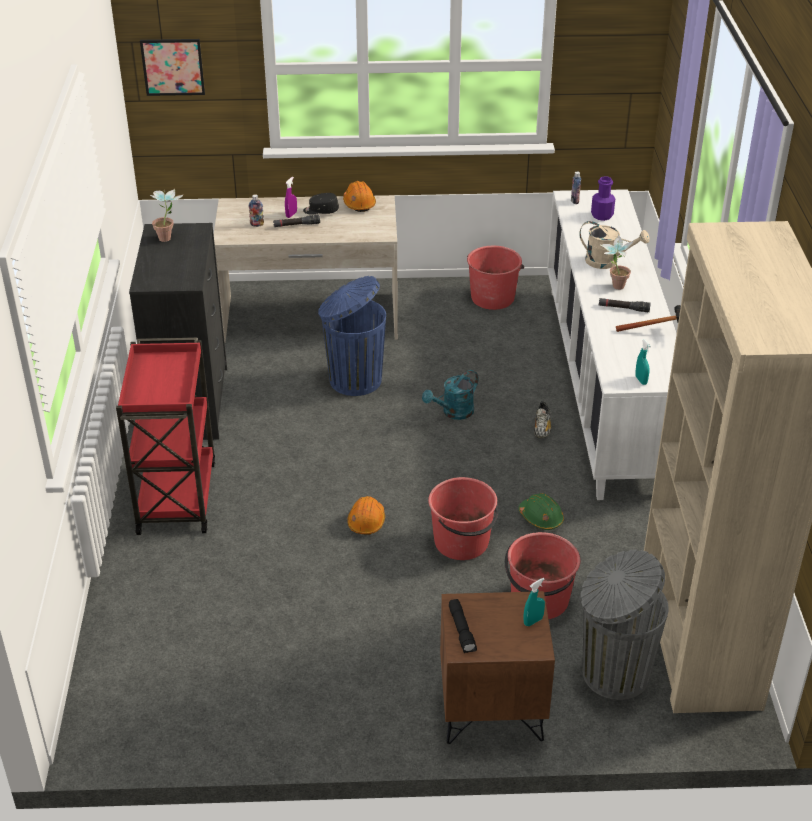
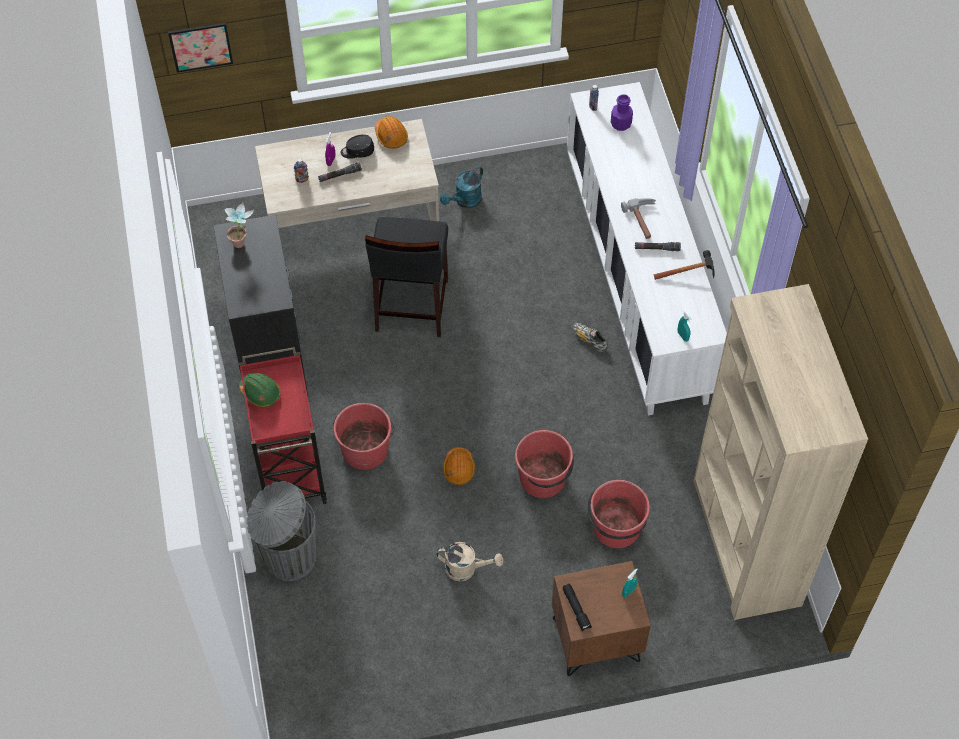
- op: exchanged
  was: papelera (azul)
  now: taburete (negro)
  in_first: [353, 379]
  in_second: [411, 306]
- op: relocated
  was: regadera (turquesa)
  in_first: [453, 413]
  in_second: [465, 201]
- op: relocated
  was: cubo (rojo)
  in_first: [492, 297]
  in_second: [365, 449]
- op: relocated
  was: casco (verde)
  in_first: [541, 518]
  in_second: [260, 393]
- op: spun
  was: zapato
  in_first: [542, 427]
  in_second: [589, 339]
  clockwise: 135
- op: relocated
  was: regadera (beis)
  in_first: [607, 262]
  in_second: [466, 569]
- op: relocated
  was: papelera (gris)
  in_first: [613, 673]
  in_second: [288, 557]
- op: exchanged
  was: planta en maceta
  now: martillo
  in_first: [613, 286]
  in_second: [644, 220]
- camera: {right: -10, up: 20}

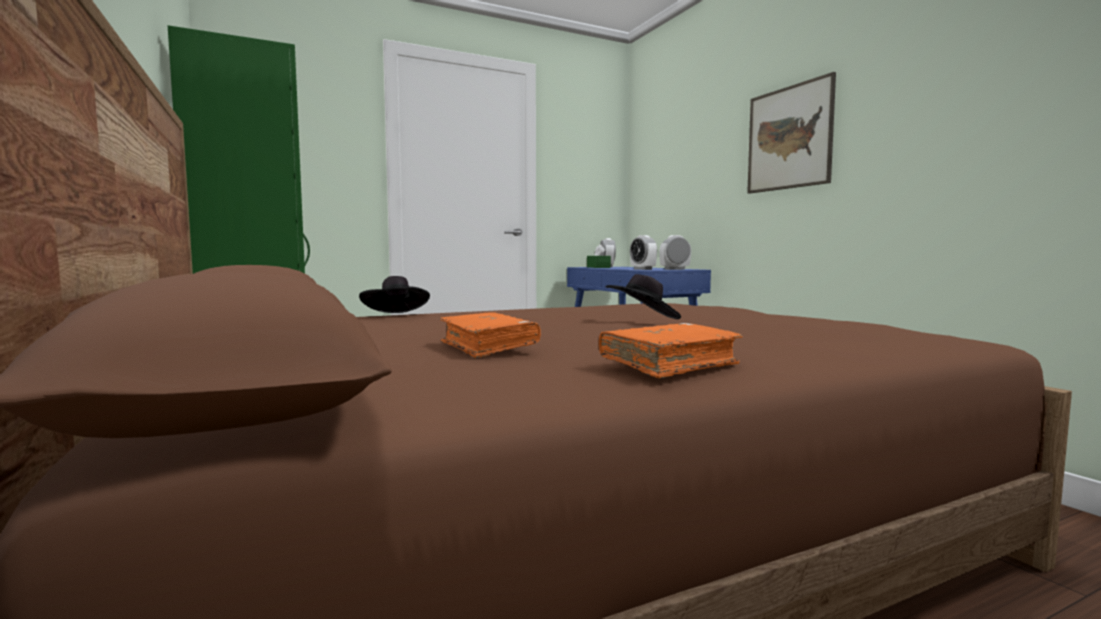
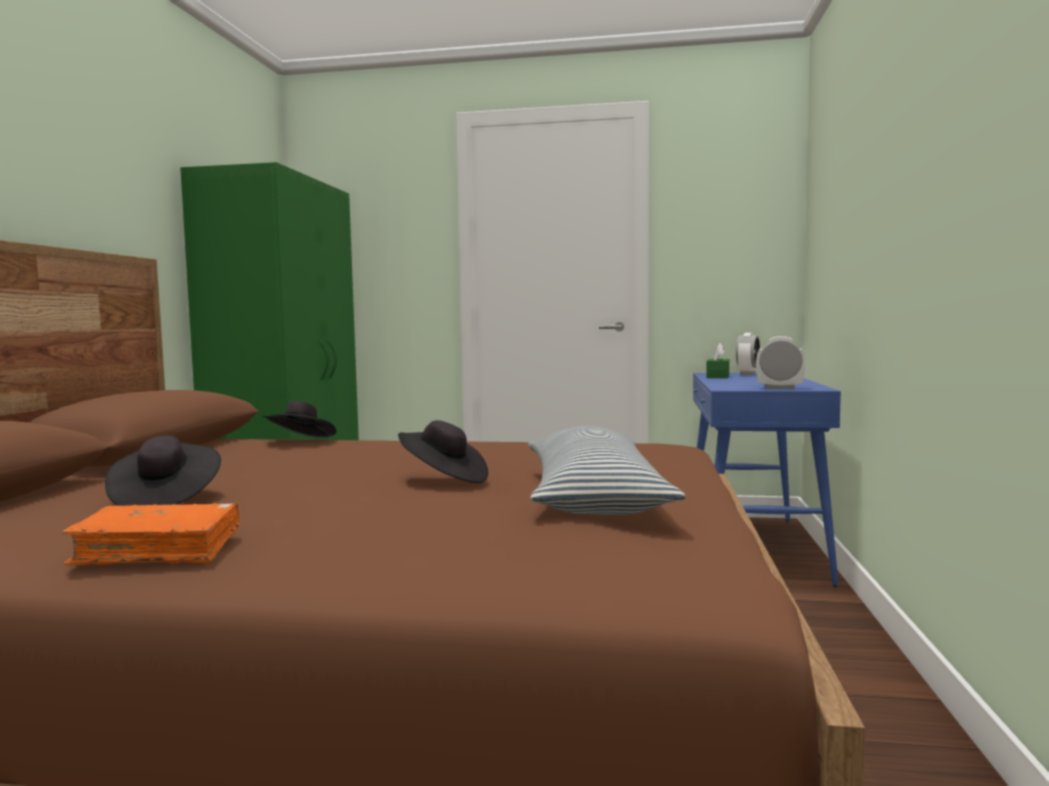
- op: exchanged
  was: libro (naranja)
  now: sombrero (negro)
  in_first: [488, 347]
  in_second: [165, 499]
- op: missing
  was: despertador
  in_first: [643, 269]
- op: missing
  was: cuadro
  in_first: [789, 138]
- op: appeared
  now: cojín
  in_second: [592, 497]
- camera: {right: 35, up: 0}

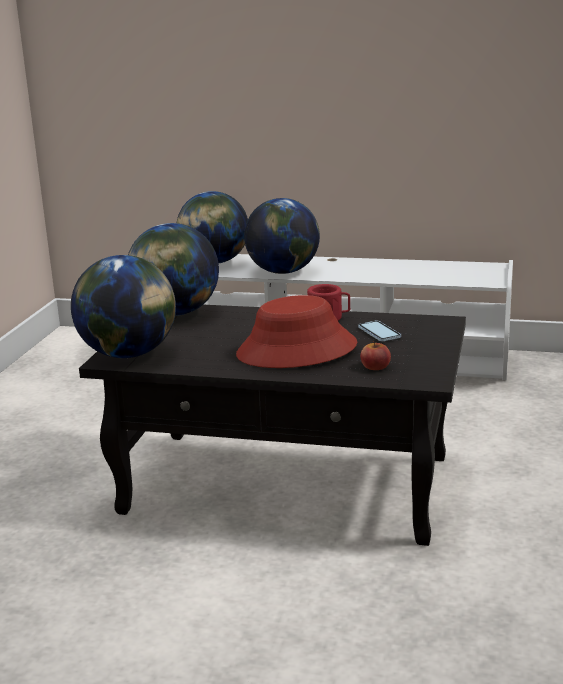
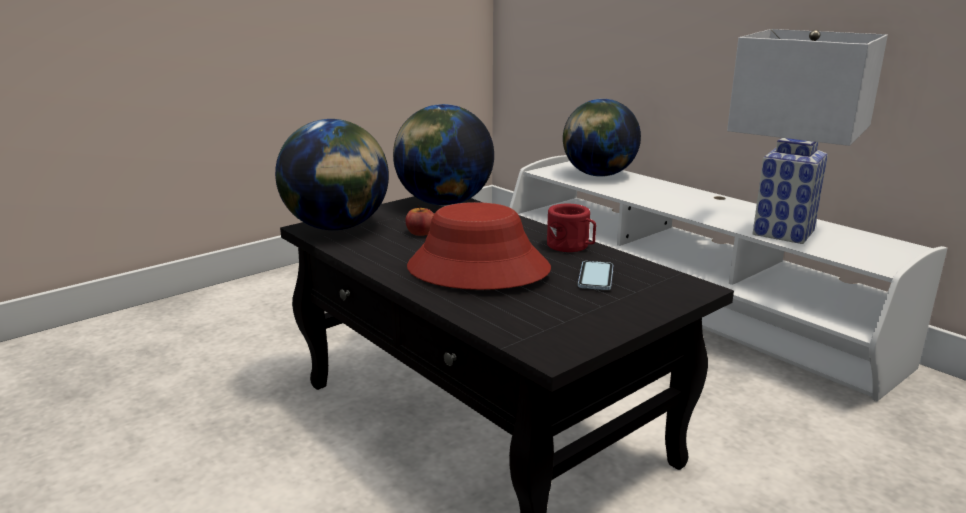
- op: missing
  was: globo terráqueo
  in_first: [283, 271]
- op: relocated
  was: manzana
  in_first: [375, 366]
  in_second: [421, 232]
- op: appeared
  now: lámpara de mesa (blanco)
  in_second: [781, 232]
- camera: {right: 35, up: 0}

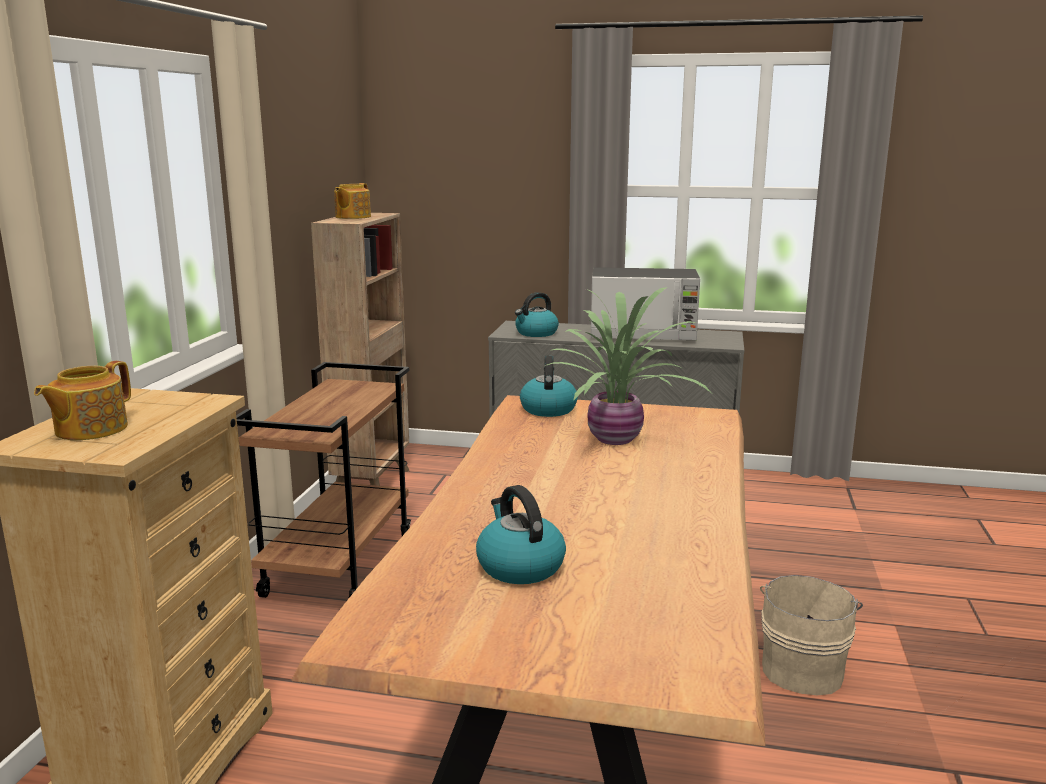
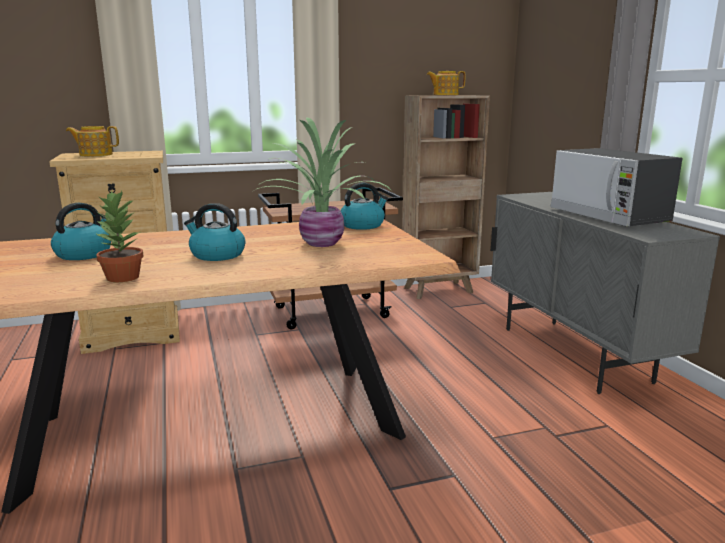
- op: relocated
  was: hervidor
  in_first: [536, 333]
  in_second: [216, 255]
- op: missing
  was: cubo (beis)
  in_first: [803, 668]
- op: appeared
  now: planta en maceta
  in_second: [122, 278]
- camera: {right: 60, up: 0}

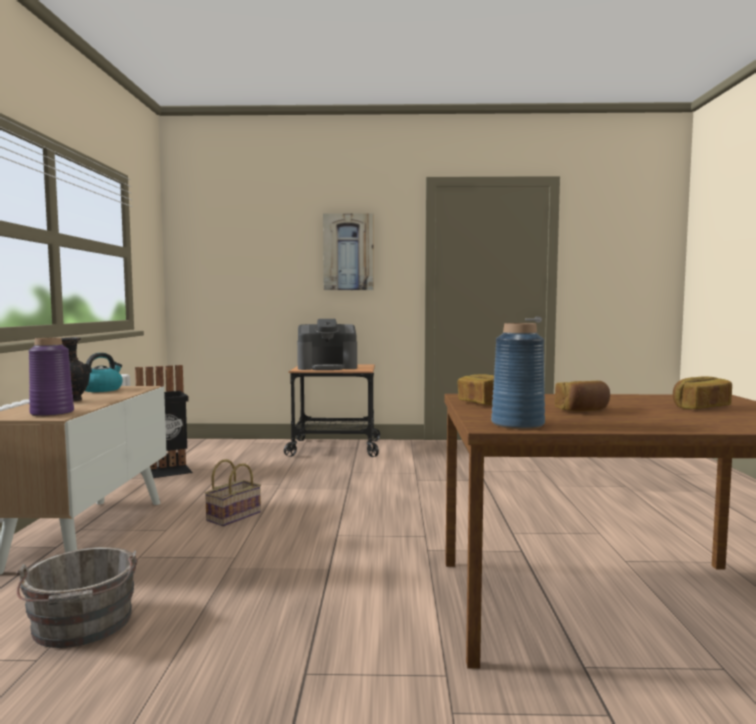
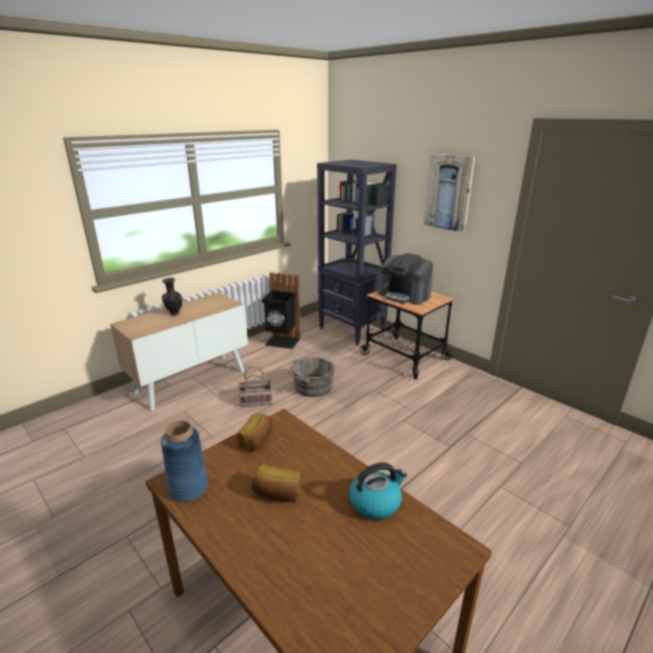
- op: relocated
  was: cubo (gris)
  in_first: [82, 625]
  in_second: [312, 388]
- op: missing
  was: florero (morado)
  in_first: [52, 413]
- op: relocated
  was: hervidor
  in_first: [102, 389]
  in_second: [375, 502]
- op: missing
  was: pan
  in_first: [700, 407]
- op: appeared
  now: estantería (negro)
  in_second: [352, 330]
- camera: {right: 45, up: 20}

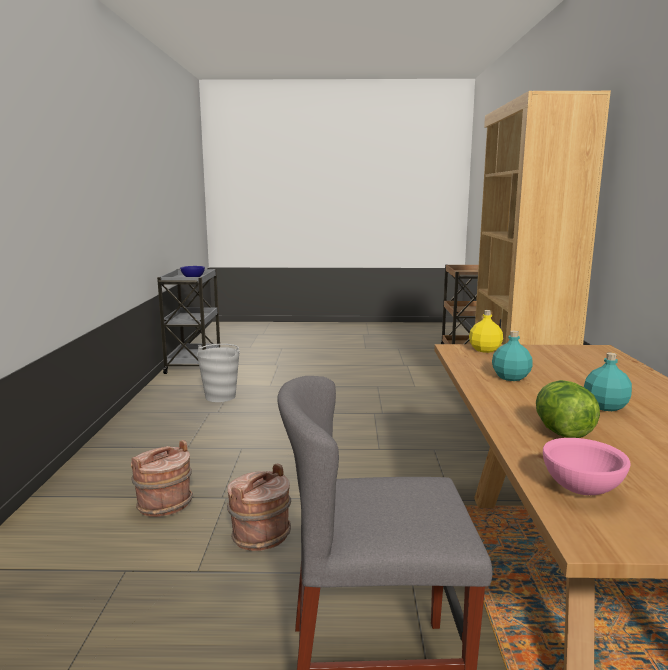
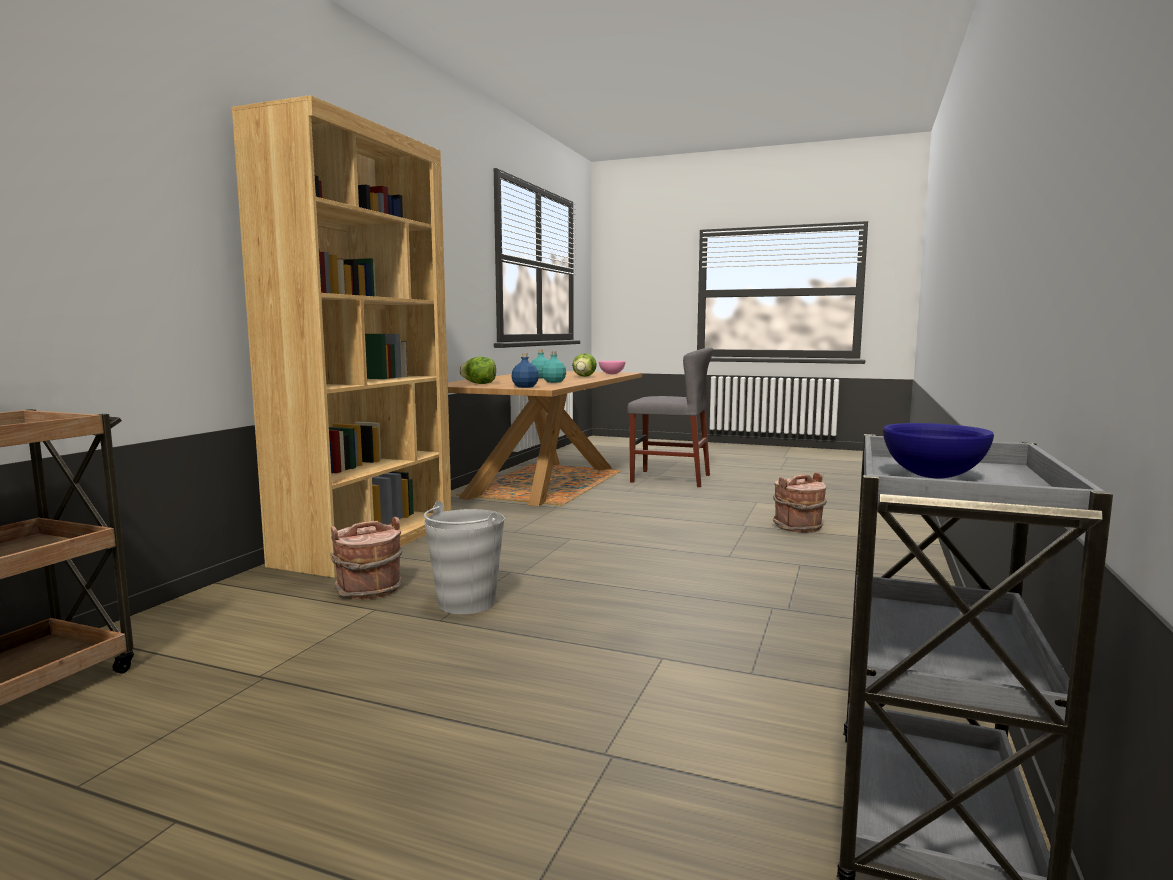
- op: relocated
  was: cubo (gris)
  in_first: [220, 396]
  in_second: [466, 603]
- op: relocated
  was: cubo (marrón)
  in_first: [260, 535]
  in_second: [369, 590]
- op: colour
  was: botella (amarillo)
  now: botella (azul)
  in_first: [484, 350]
  in_second: [525, 387]
- op: appeared
  now: lechuga
  in_second: [479, 384]
- camera: {right: -160, up: -5}

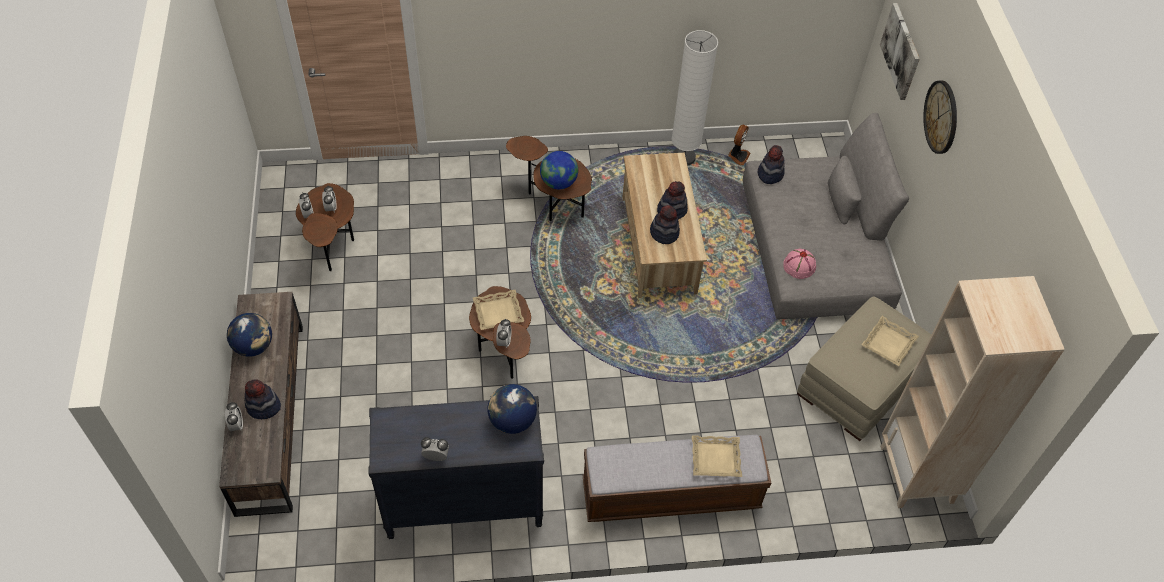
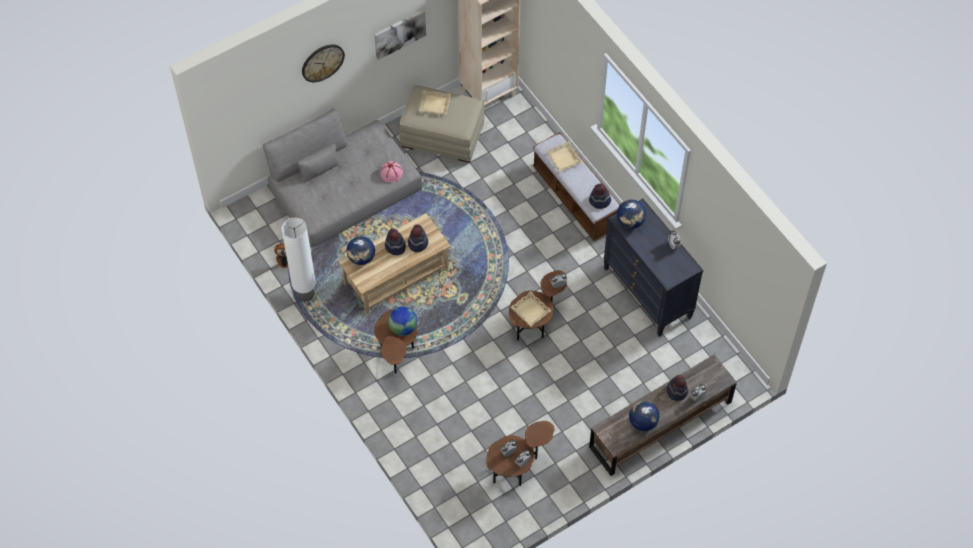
- op: relocated
  was: sombrero
  in_first: [770, 174]
  in_second: [599, 201]
- op: relocated
  was: cuadro
  in_first: [901, 51]
  in_second: [399, 33]
- op: appeared
  now: globo terráqueo
  in_second: [361, 258]
- camera: {right: -115, up: 5}

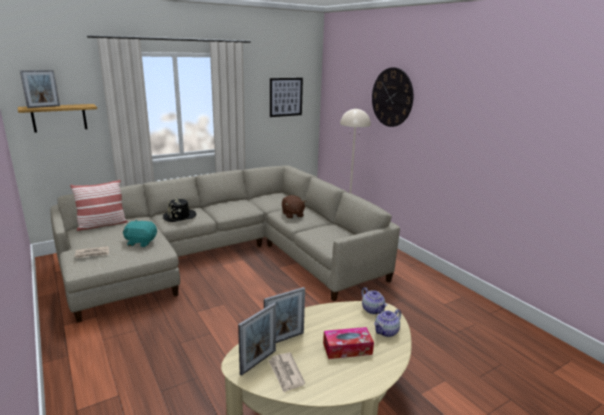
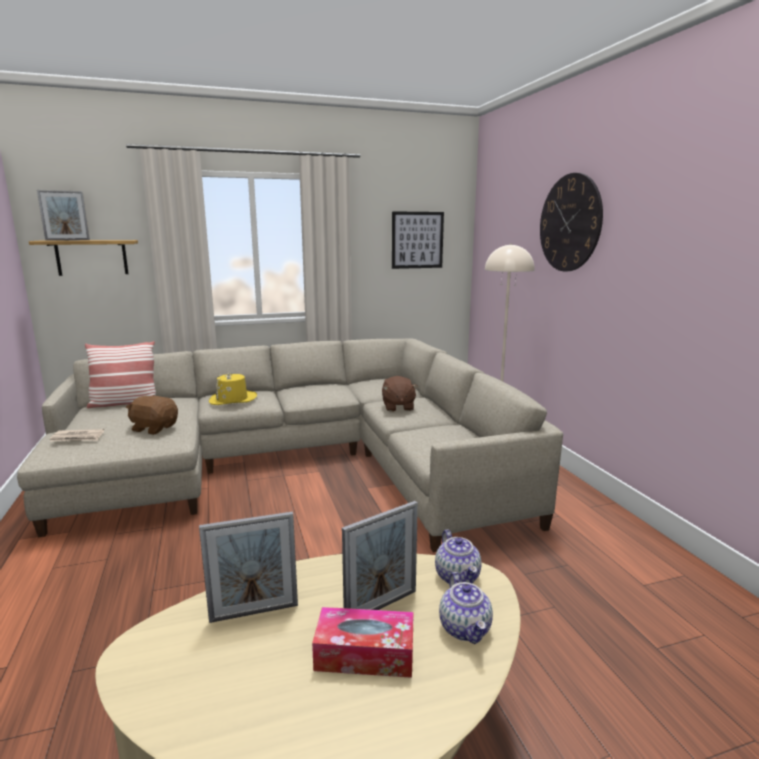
- op: colour
  was: peluche (turquesa)
  now: peluche (marrón)
  in_first: [141, 242]
  in_second: [154, 428]
- op: colour
  was: sombrero (negro)
  now: sombrero (amarillo)
  in_first: [179, 216]
  in_second: [233, 399]
- op: relocated
  was: portarretratos
  in_first: [258, 362]
  in_second: [381, 606]
- op: missing
  was: periódico
  in_first: [286, 373]
- op: spun
  was: tetera
  in_first: [386, 332]
  in_second: [465, 629]
  clockwise: -75
- camera: {right: 15, up: -5}

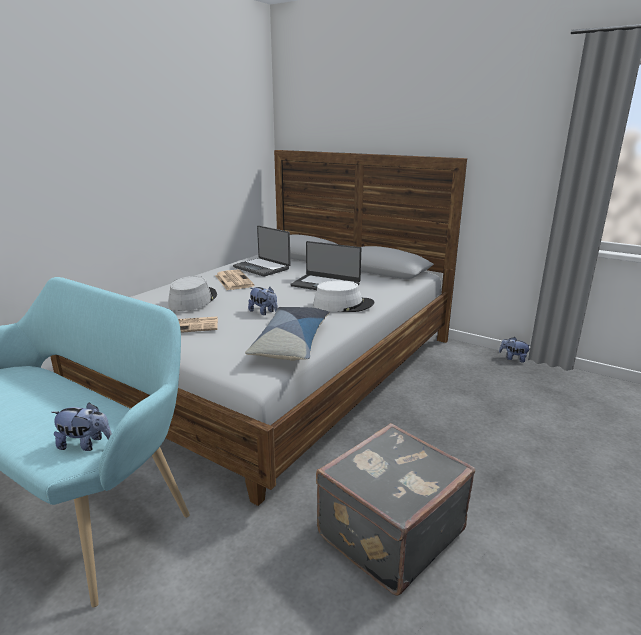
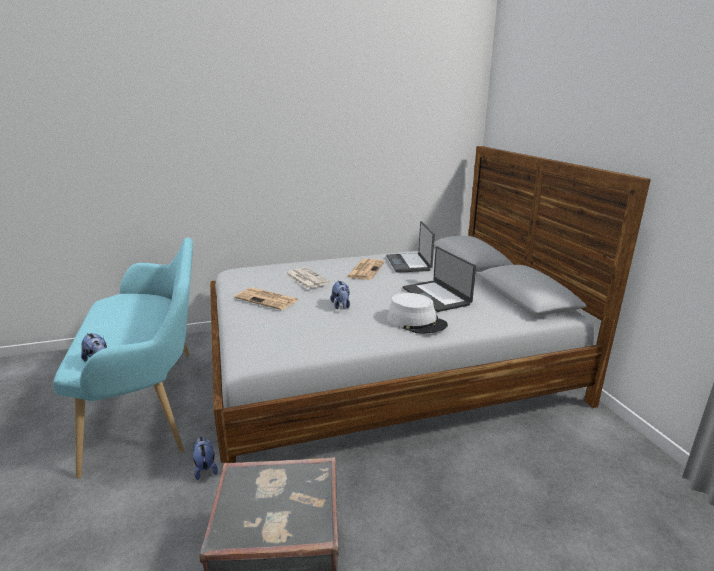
- op: exchanged
  was: sombrero (gris)
  now: periódico
  in_first: [193, 300]
  in_second: [306, 278]
- op: missing
  was: cojín
  in_first: [292, 343]
- op: relocated
  was: peluche
  in_first: [513, 358]
  in_second: [205, 468]
- camera: {right: 40, up: 0}

